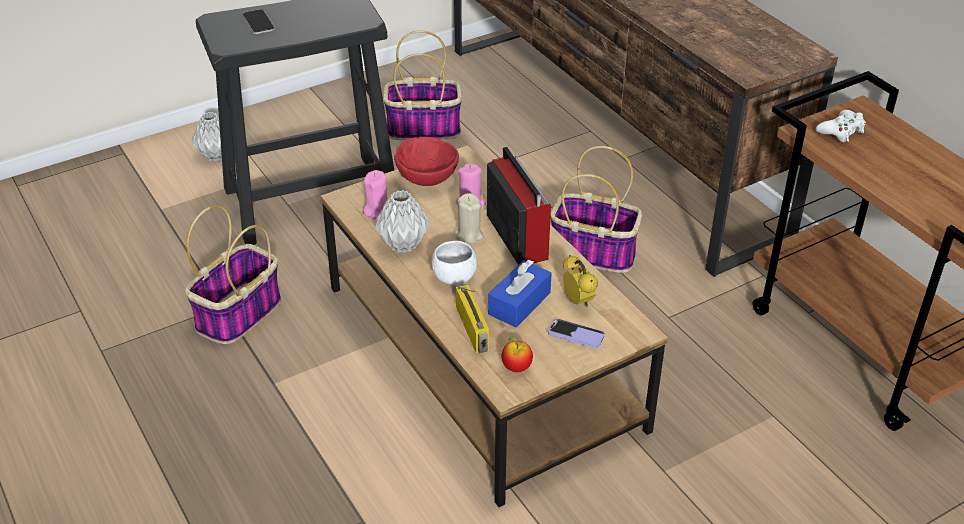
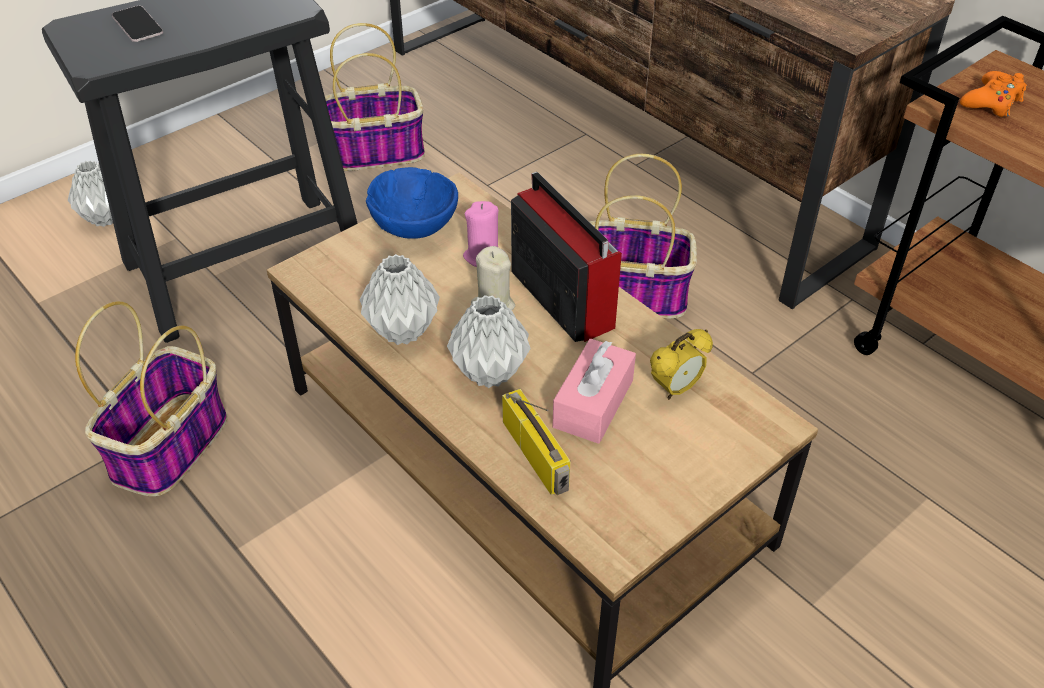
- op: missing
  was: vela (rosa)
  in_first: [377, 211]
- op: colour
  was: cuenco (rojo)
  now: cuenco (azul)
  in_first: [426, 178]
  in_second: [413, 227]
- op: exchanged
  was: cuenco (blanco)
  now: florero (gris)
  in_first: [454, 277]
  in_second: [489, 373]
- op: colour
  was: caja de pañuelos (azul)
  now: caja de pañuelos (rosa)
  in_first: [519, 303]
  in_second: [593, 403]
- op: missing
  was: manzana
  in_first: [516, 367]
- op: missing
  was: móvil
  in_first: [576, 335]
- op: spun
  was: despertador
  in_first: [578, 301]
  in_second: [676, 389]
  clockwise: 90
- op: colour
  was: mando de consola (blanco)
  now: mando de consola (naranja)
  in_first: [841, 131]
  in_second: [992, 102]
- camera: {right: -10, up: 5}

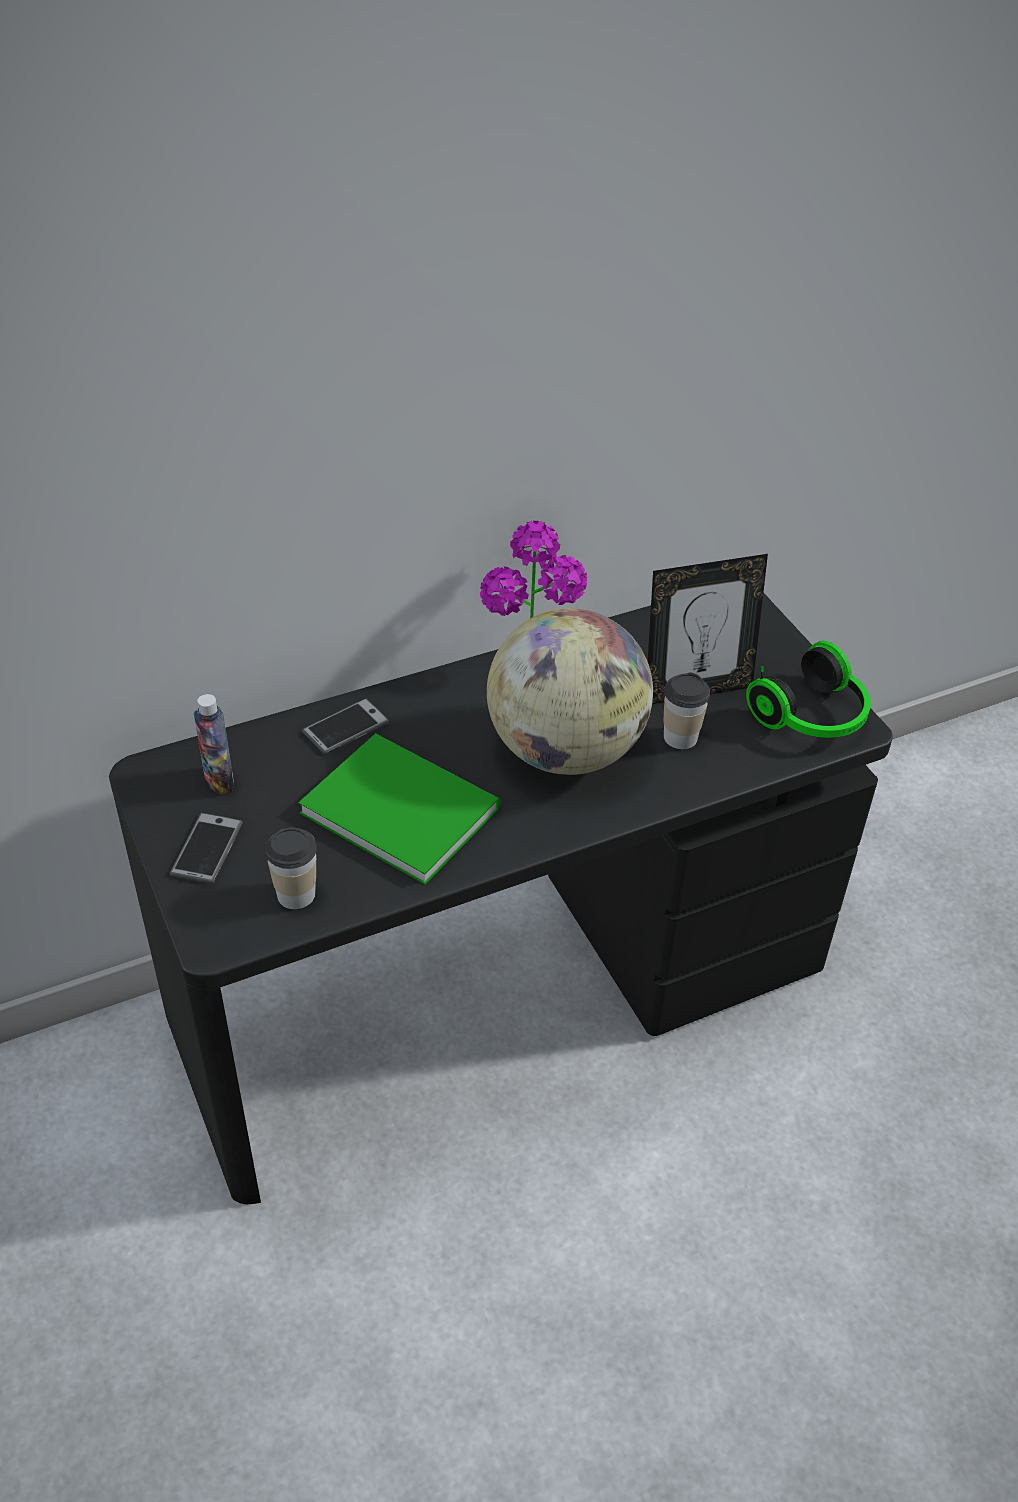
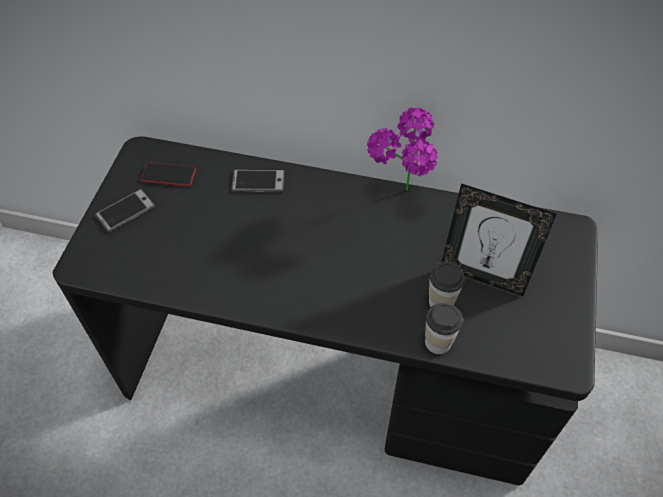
- op: exchanged
  was: botella
  now: móvil
  in_first: [219, 780]
  in_second: [168, 175]
- op: relocated
  was: taza
  in_first: [296, 894]
  in_second: [438, 342]
- op: missing
  was: libro (verde)
  in_first: [399, 805]
- op: missing
  was: globo terráqueo
  in_first: [565, 751]
- op: missing
  was: auriculares
  in_first: [813, 717]
- camera: {right: 40, up: 10}

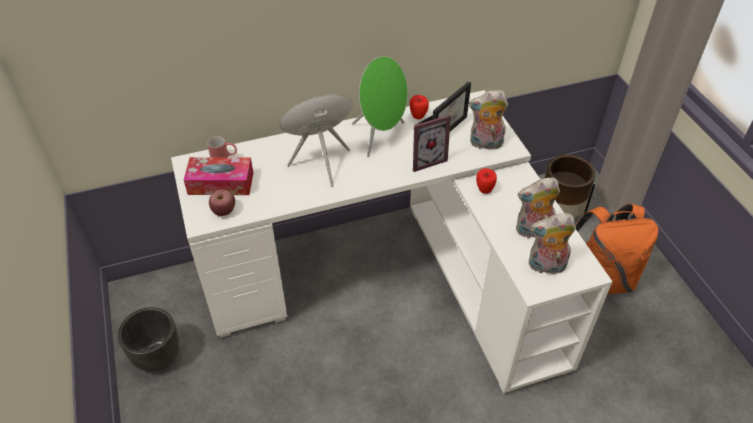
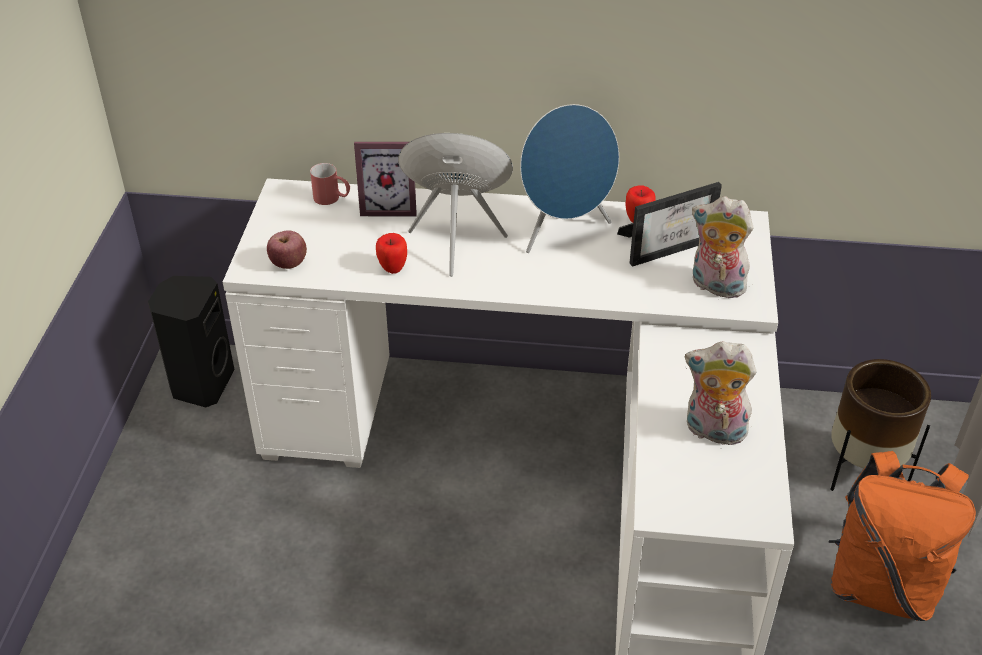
- op: missing
  was: maceta (negro)
  in_first: [157, 356]
- op: missing
  was: caja de pañuelos
  in_first: [221, 183]
- op: colour
  was: altavoz (verde)
  now: altavoz (azul)
  in_first: [380, 136]
  in_second: [563, 232]
- op: relocated
  was: portarretratos
  in_first: [425, 159]
  in_second: [389, 206]
- op: relocated
  was: manzana
  in_first: [484, 190]
  in_second: [392, 268]
- op: missing
  was: peluche
  in_first: [546, 266]
- op: appeared
  now: altavoz (negro)
  in_second: [201, 384]
- camera: {right: 25, up: -5}

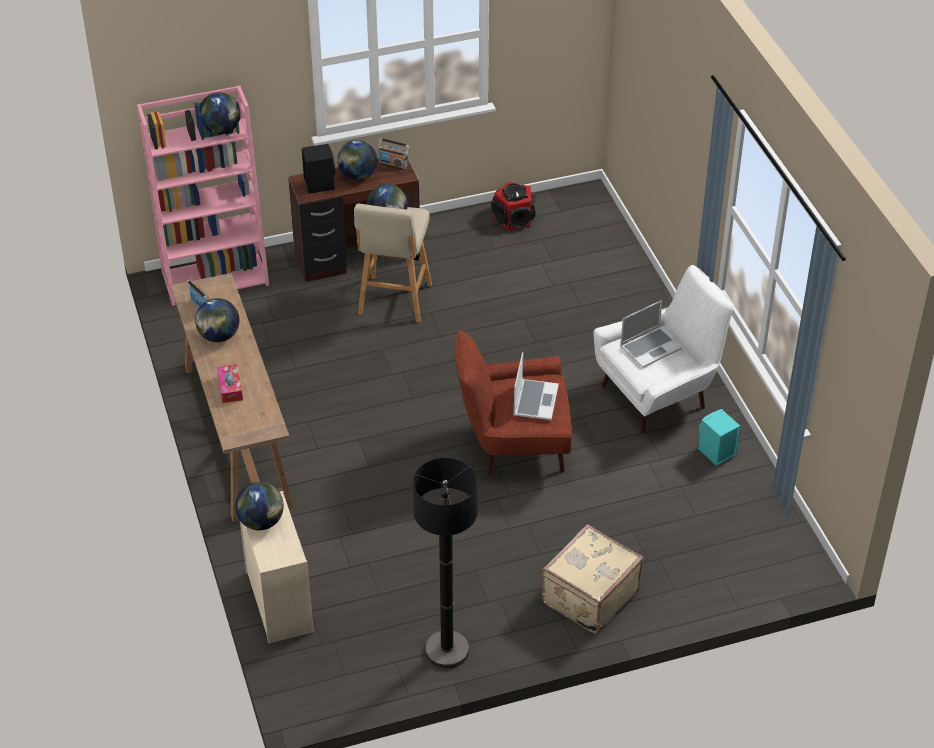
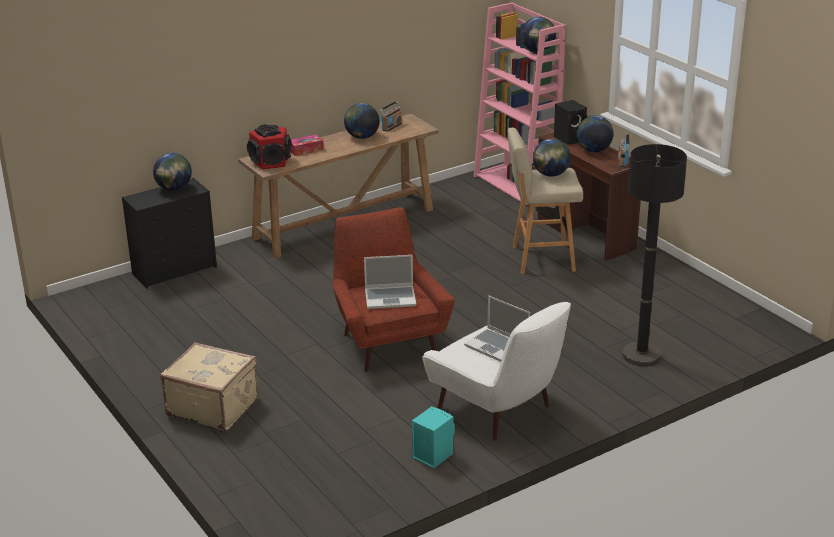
- op: colour
  was: cómoda (beis)
  now: cómoda (negro)
  in_first: [279, 600]
  in_second: [175, 270]
- op: relocated
  was: lámpara de pie (negro)
  in_first: [447, 650]
  in_second: [641, 355]
- op: relocated
  was: altavoz
  in_first: [514, 218]
  in_second: [271, 162]
- camera: {right: 75, up: -15}

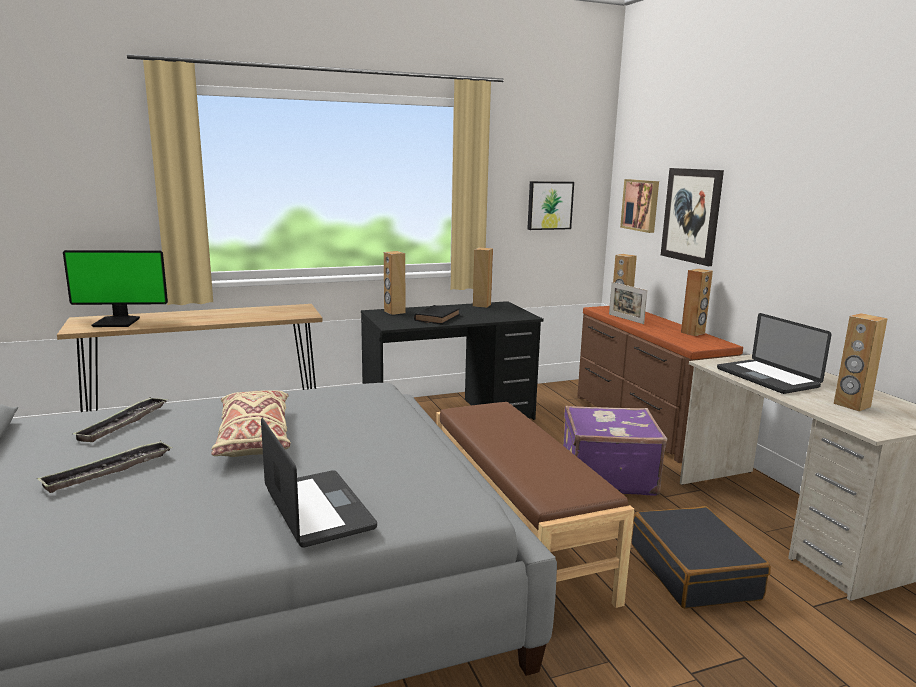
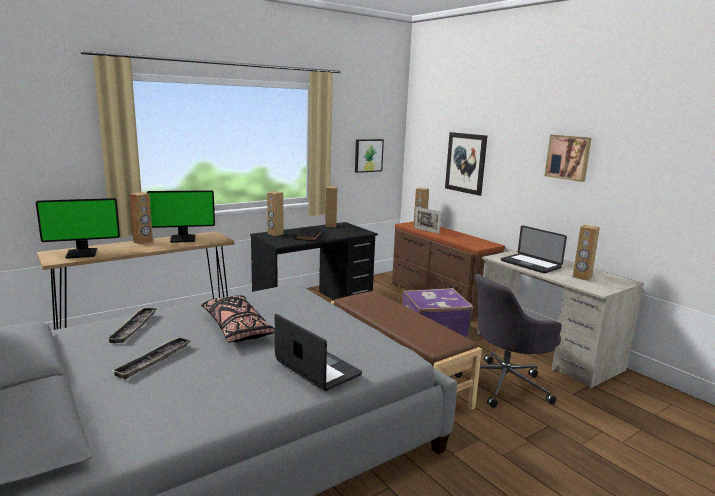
- op: colour
  was: cojín (beis)
  now: cojín (negro)
  in_first: [254, 438]
  in_second: [237, 328]
- op: relocated
  was: cuadro
  in_first: [641, 205]
  in_second: [568, 157]
- op: exchanged
  was: maleta (negro)
  now: silla de oficina (gris)
  in_first: [694, 571]
  in_second: [505, 383]
- op: relocated
  was: altavoz (marrón)
  in_first: [693, 333]
  in_second: [143, 242]
- op: appeared
  now: monitor
  in_second: [183, 238]
- camera: {right: -15, up: 0}

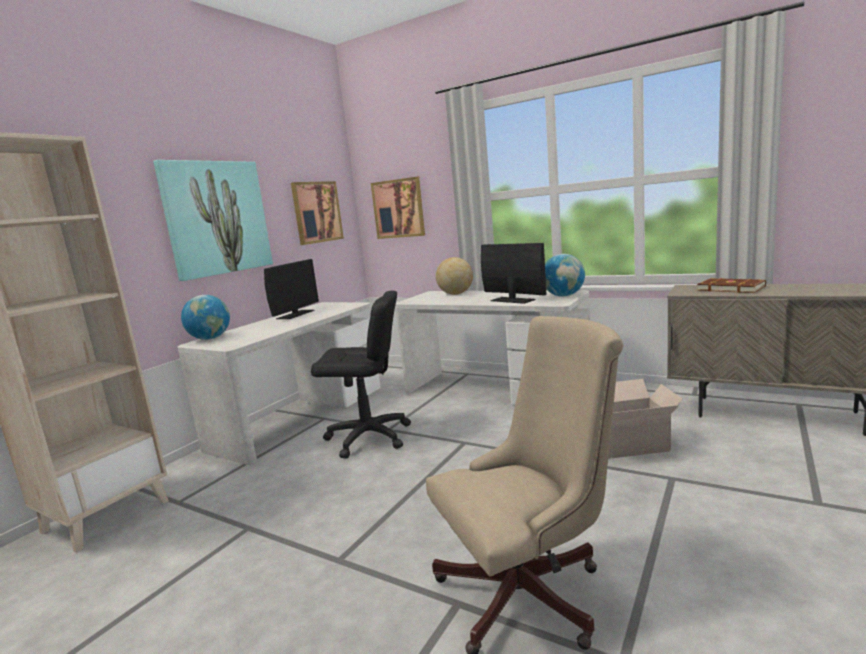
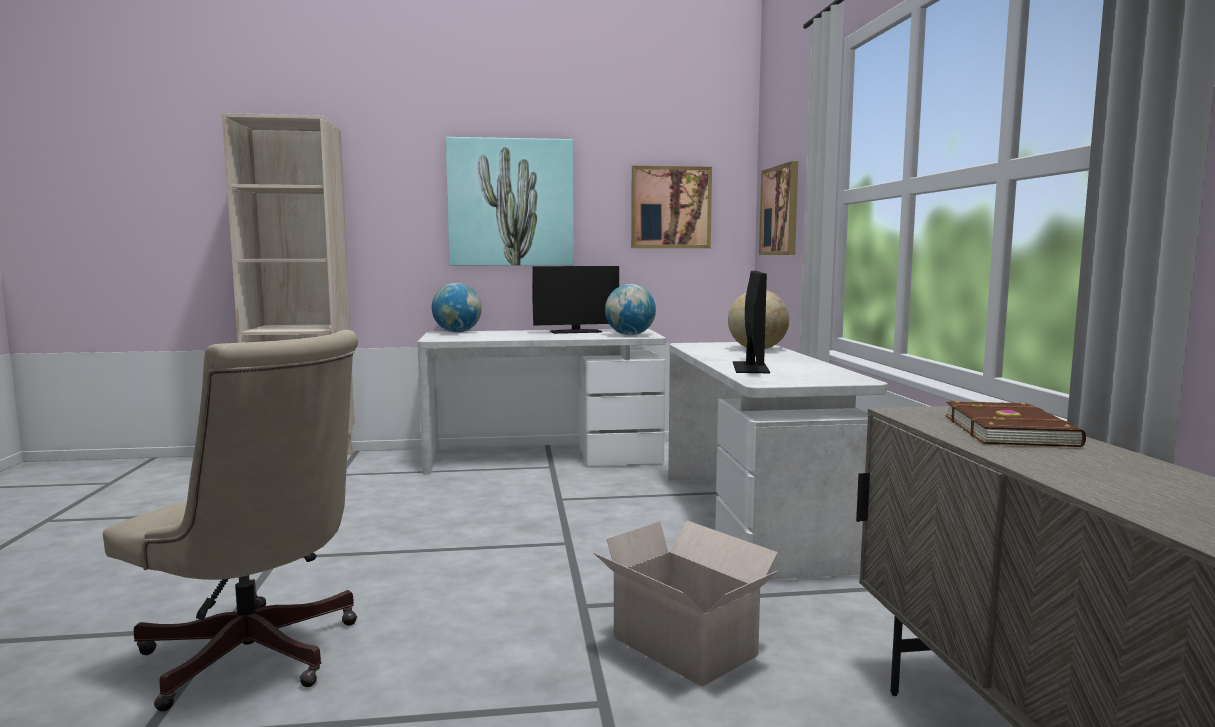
- op: missing
  was: silla de oficina (negro)
  in_first: [368, 437]
- op: relocated
  was: globo terráqueo
  in_first: [564, 296]
  in_second: [630, 335]
- camera: {right: 50, up: -5}

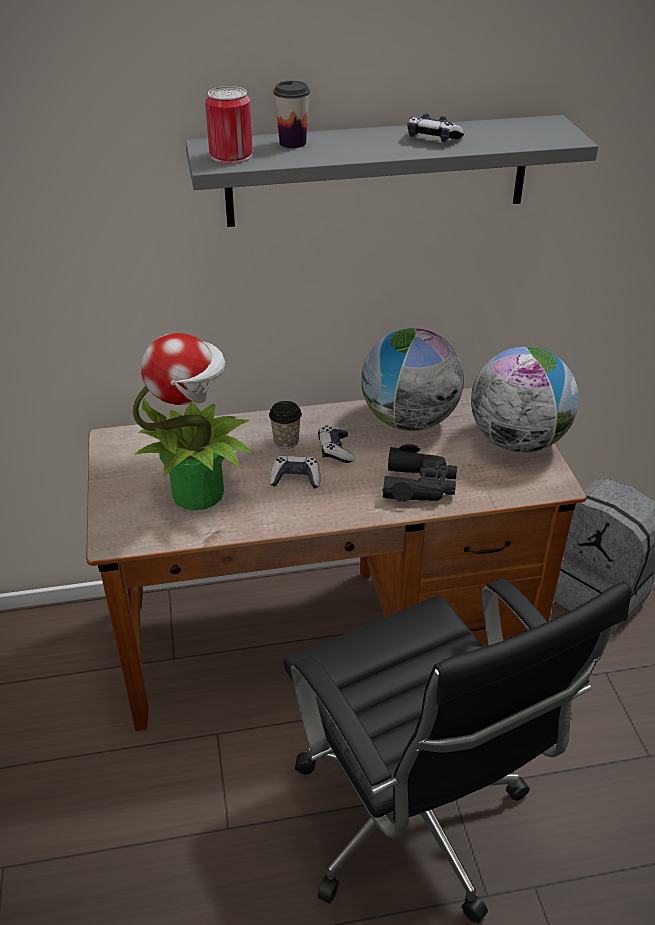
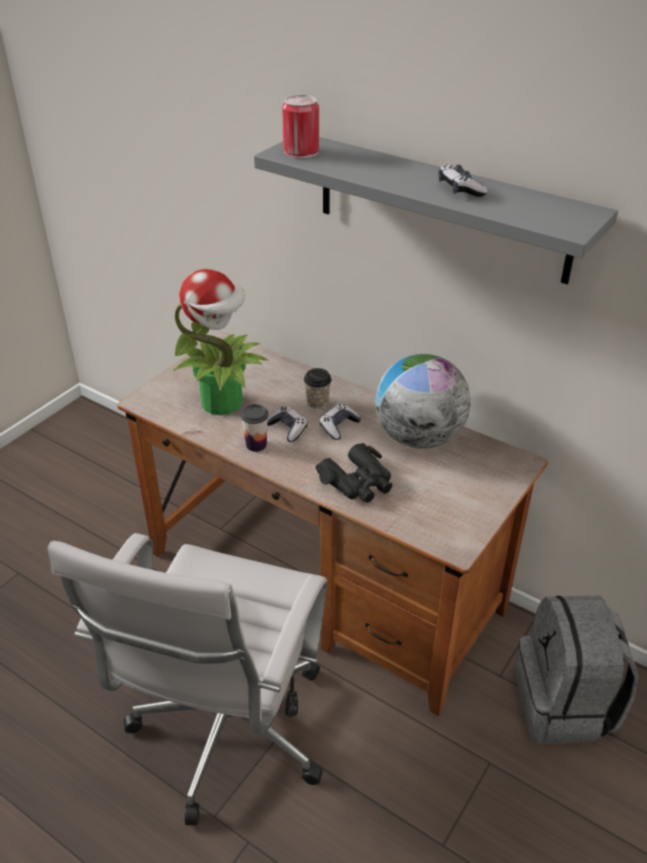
- op: relocated
  was: taza
  in_first: [292, 143]
  in_second: [256, 445]
- op: colour
  was: silla de oficina (negro)
  now: silla de oficina (blanco)
  in_first: [414, 825]
  in_second: [227, 737]
- op: missing
  was: globo terráqueo
  in_first: [517, 441]
- camera: {right: 45, up: 0}

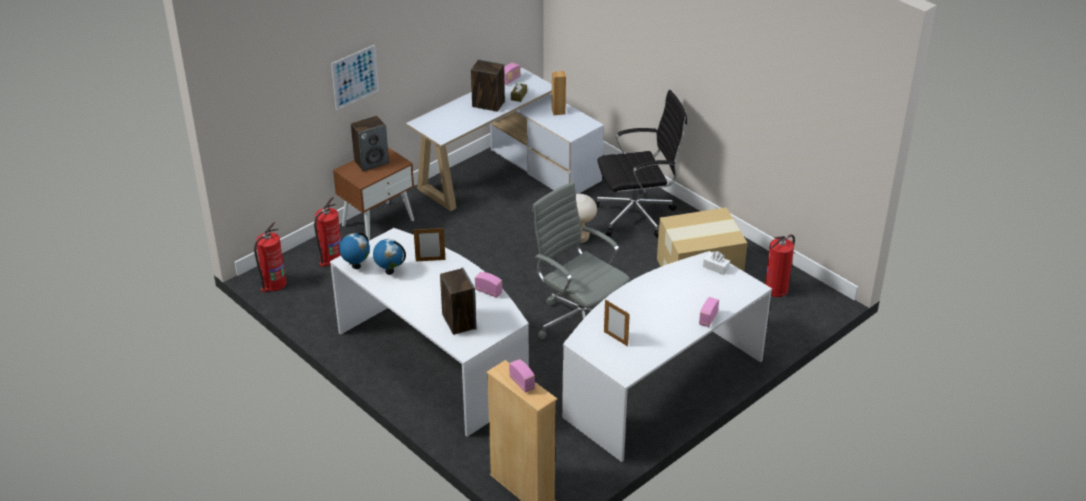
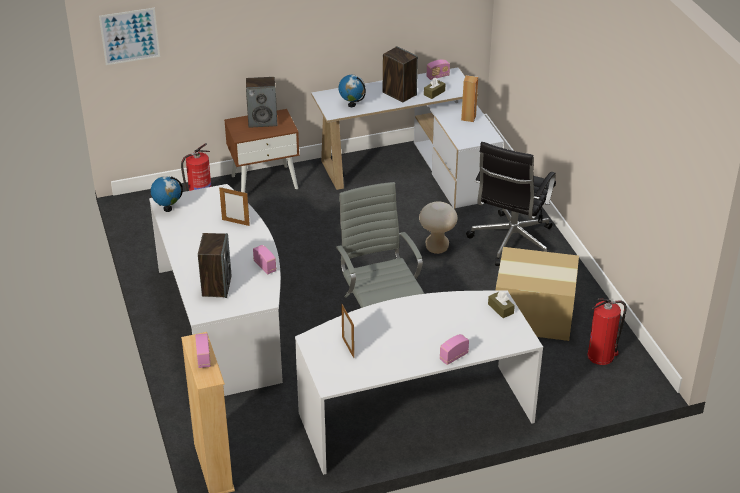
- op: missing
  was: extintor
  in_first: [273, 284]
- op: relocated
  was: cuadro
  in_first: [355, 77]
  in_second: [129, 36]
- op: relocated
  was: globo terráqueo
  in_first: [389, 271]
  in_second: [352, 105]
- op: spun
  was: silla de oficina (negro)
  in_first: [637, 215]
  in_second: [511, 242]
  clockwise: 105
- op: colour
  was: caja de pañuelos (blanco)
  now: caja de pañuelos (marrón)
  in_first: [716, 267]
  in_second: [500, 309]
- camera: {right: 25, up: 0}

